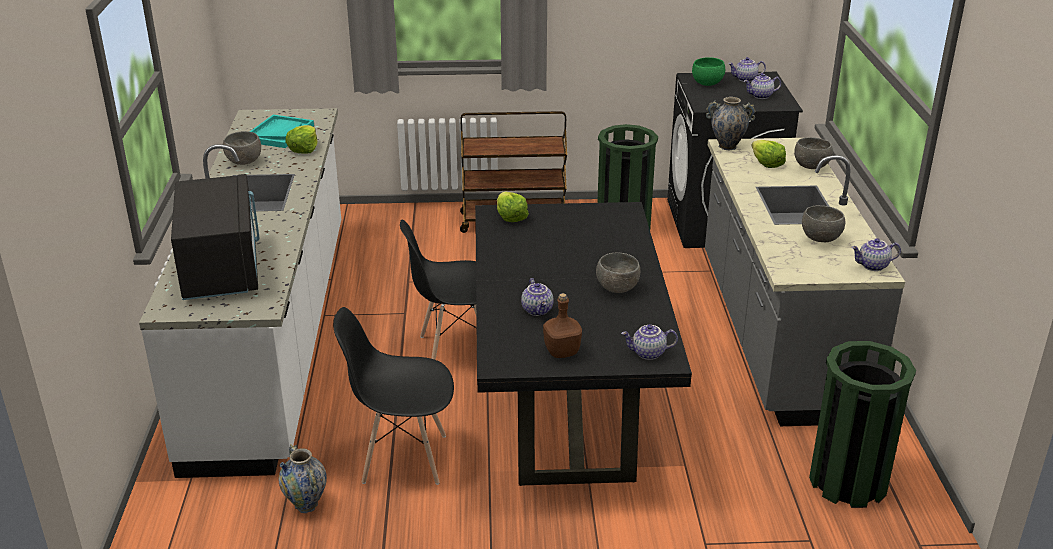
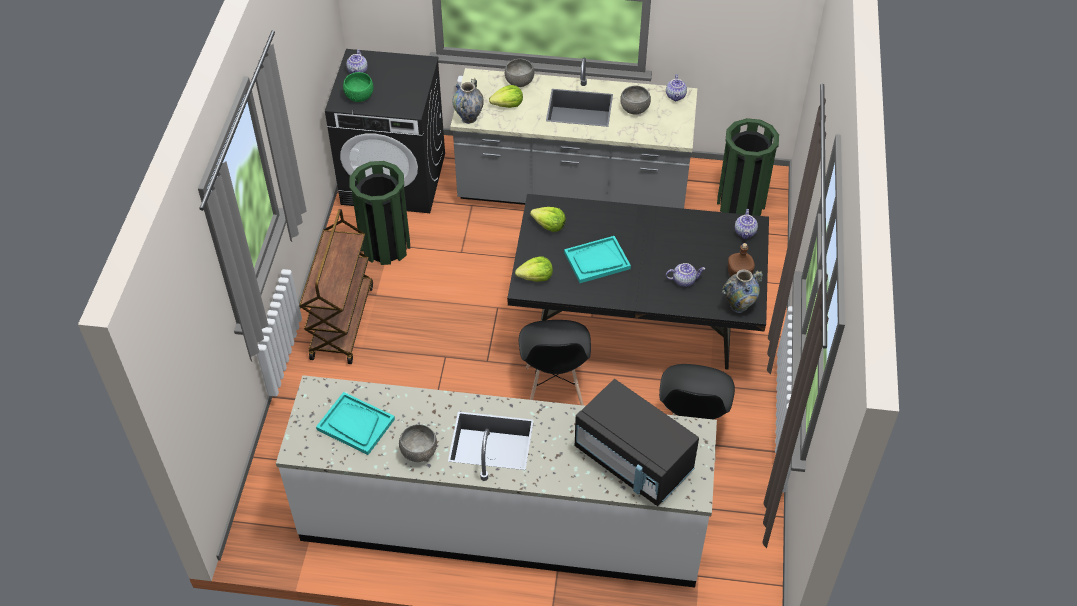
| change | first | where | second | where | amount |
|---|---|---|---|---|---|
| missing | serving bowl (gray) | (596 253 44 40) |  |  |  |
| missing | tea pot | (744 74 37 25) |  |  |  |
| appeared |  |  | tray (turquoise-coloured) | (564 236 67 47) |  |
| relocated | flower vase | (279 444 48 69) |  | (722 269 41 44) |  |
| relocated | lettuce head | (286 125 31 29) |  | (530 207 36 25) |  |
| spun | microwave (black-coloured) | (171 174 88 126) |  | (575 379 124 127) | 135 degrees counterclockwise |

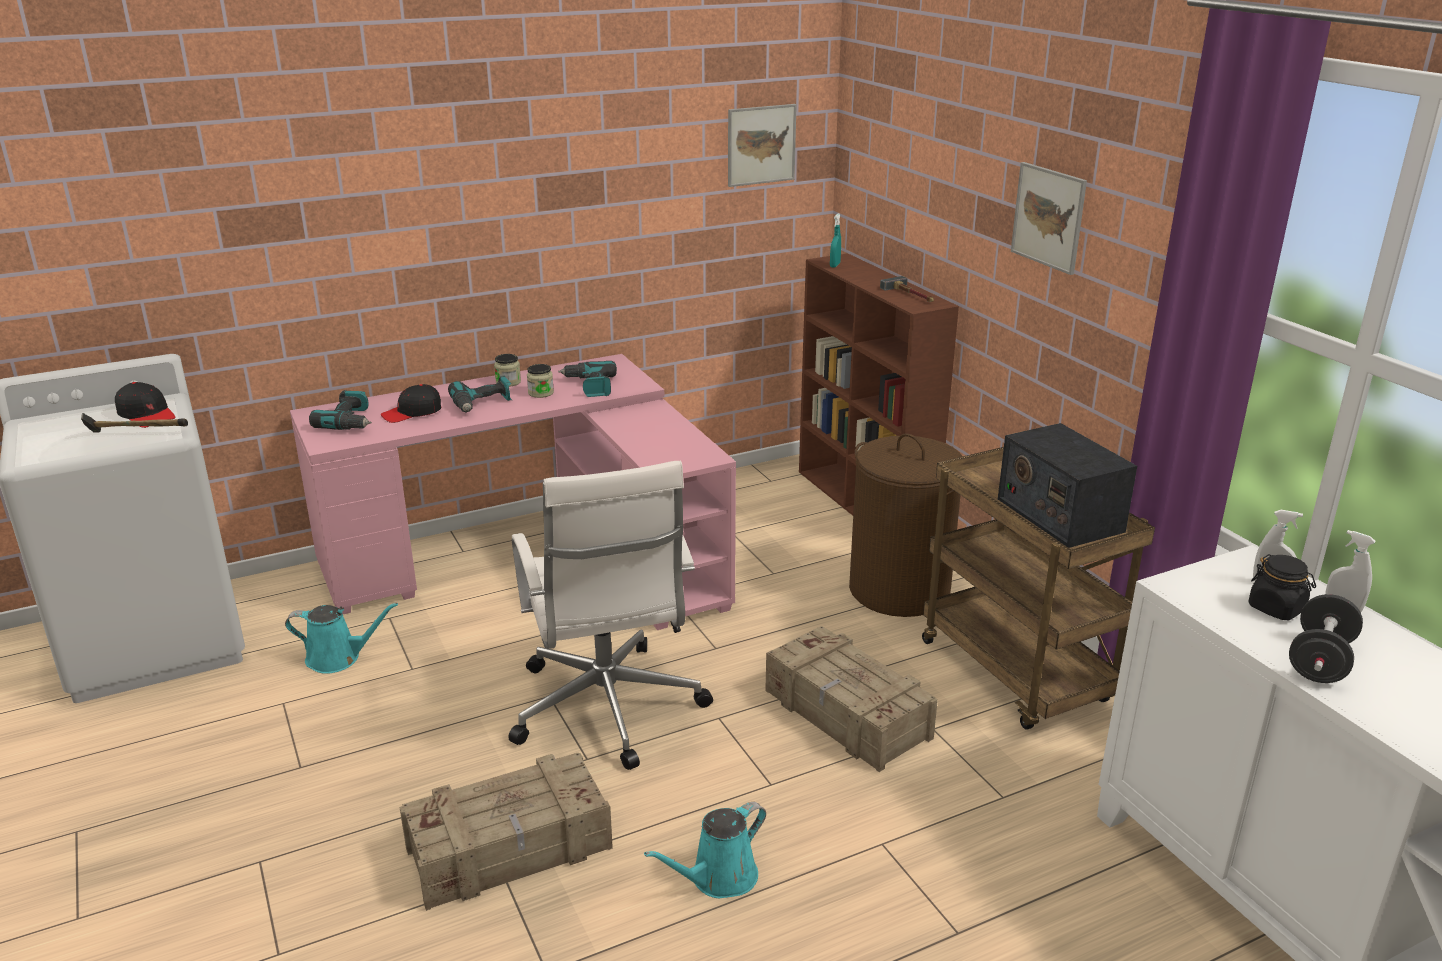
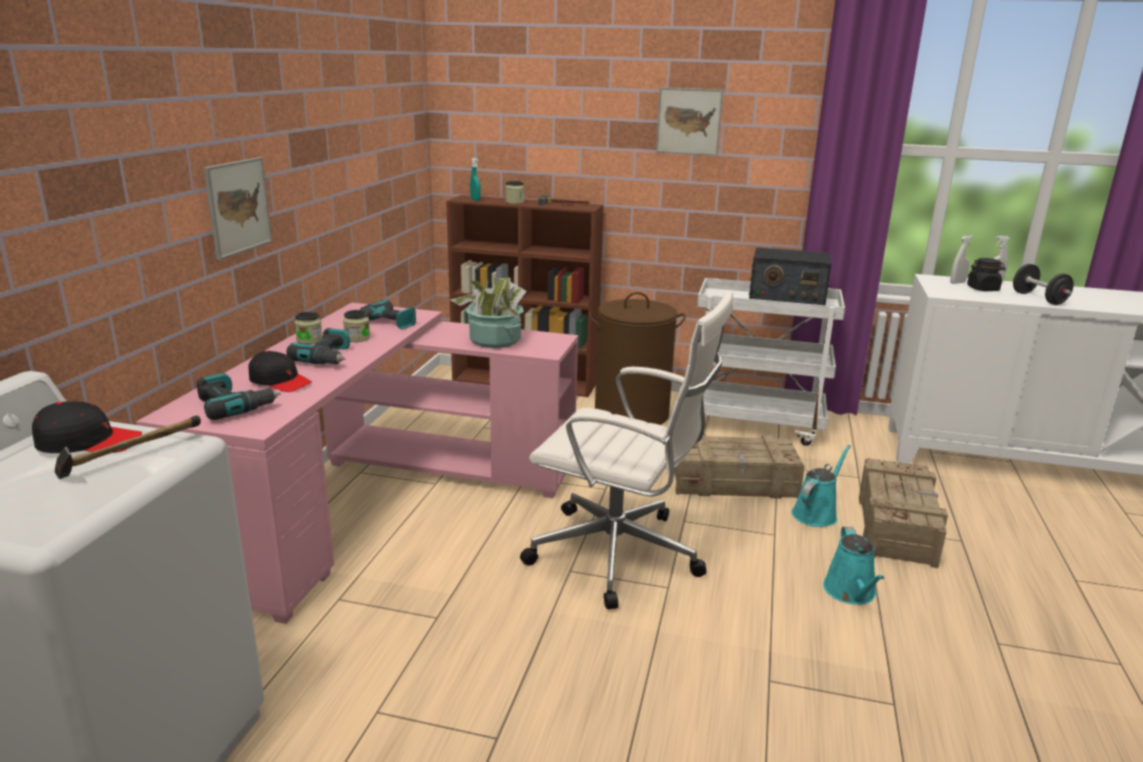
| change | first | where | second | where | amount |
|---|---|---|---|---|---|
| appeared |  |  | houseplant | (450 276 77 72) |  |
| appeared |  |  | jar | (505 181 19 23) |  |
| relocated | watering can (turquoise-coloured) | (285 603 113 71) |  | (792 445 59 82) |  |
| relocated | packing crate | (399 753 214 158) |  | (859 458 89 110) |  |
| relocated | wall art | (728 104 69 83) |  | (204 157 68 103) |  |
| colour | wheeled cart (brown-coloured) | (922 447 233 283) | wheeled cart (white) | (697 278 148 168) |  |
| spun | cap (black-coloured) | (381 384 60 39) |  | (248 350 64 42) | 75 degrees counterclockwise |

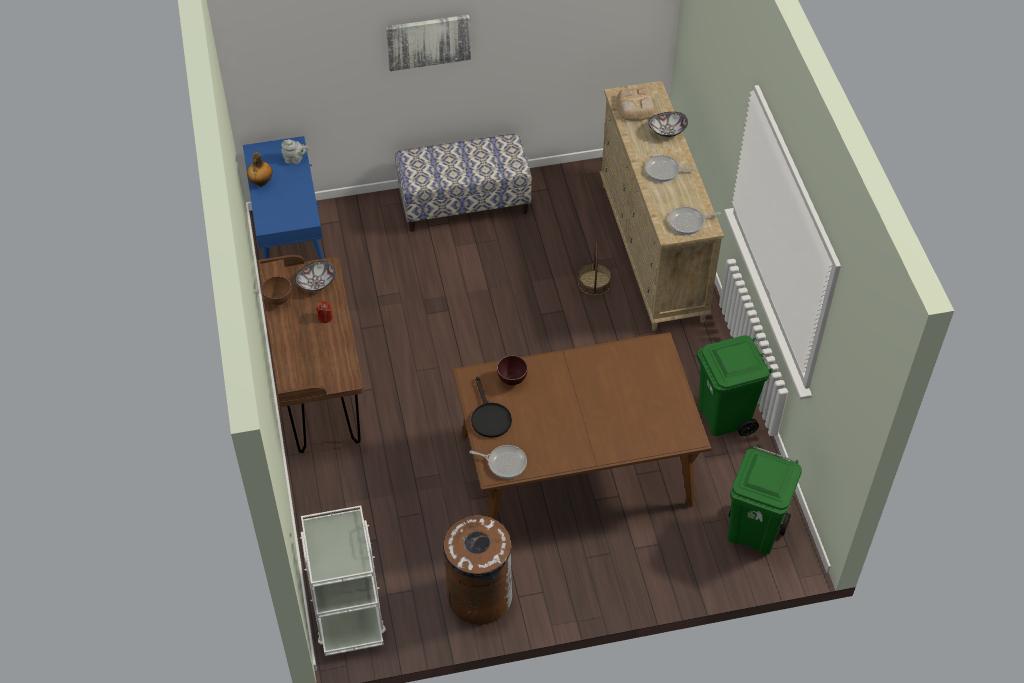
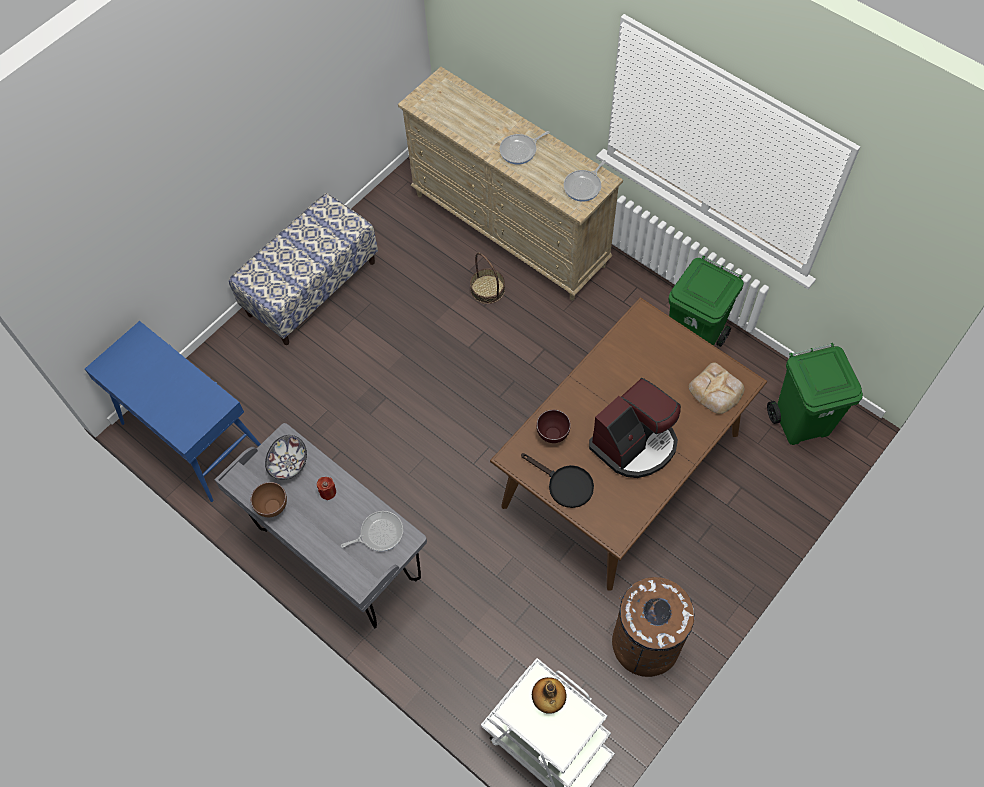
| change | first | where | second | where | amount |
|---|---|---|---|---|---|
| missing | tea pot (gray) | (281 139 28 25) |  |  |  |
| missing | wall art | (386 15 85 56) |  |  |  |
| missing | serving bowl | (648 112 40 25) |  |  |  |
| appeared |  |  | coffee machine | (589 378 92 100) |  |
| relocated | bottle | (247 153 25 34) |  | (532 677 34 37) |  |
| relocated | skillet | (469 445 58 34) |  | (341 511 62 40) |  |
| relocated | bakery bread | (616 88 40 33) |  | (689 362 55 52) |  |
| colour | desk (brown-coloured) | (258 255 106 198) | desk (gray) | (215 423 212 205) |  |

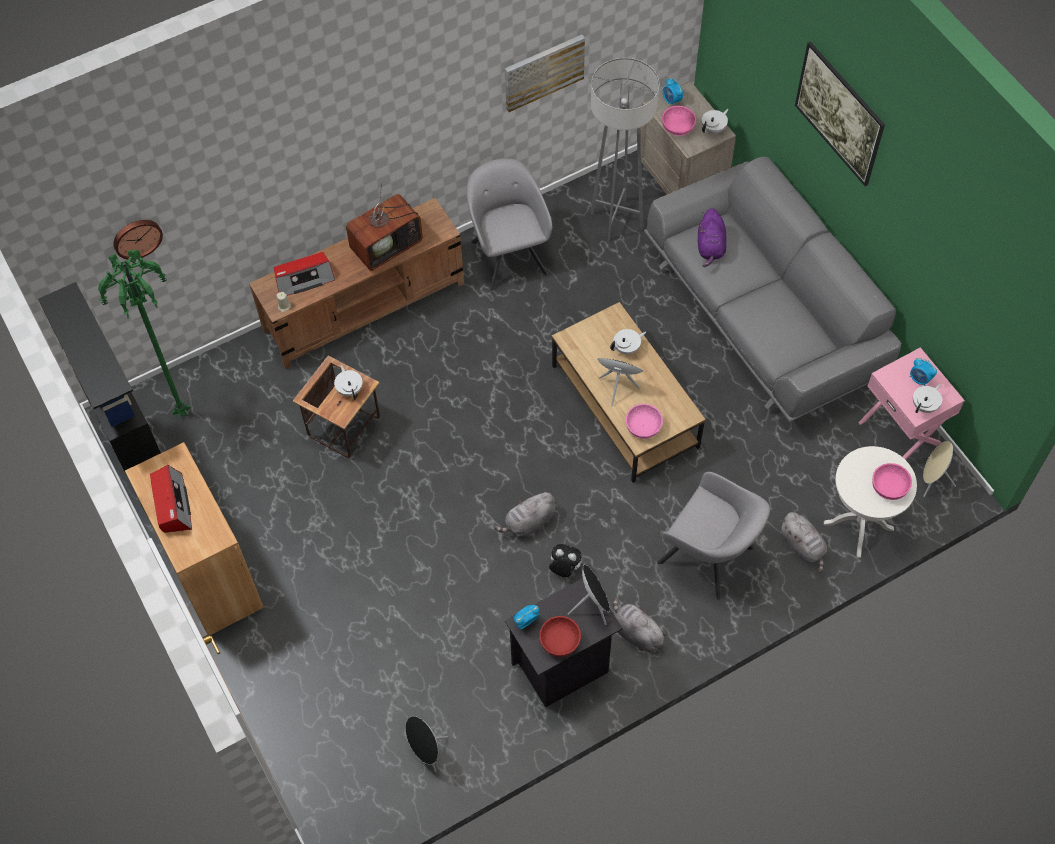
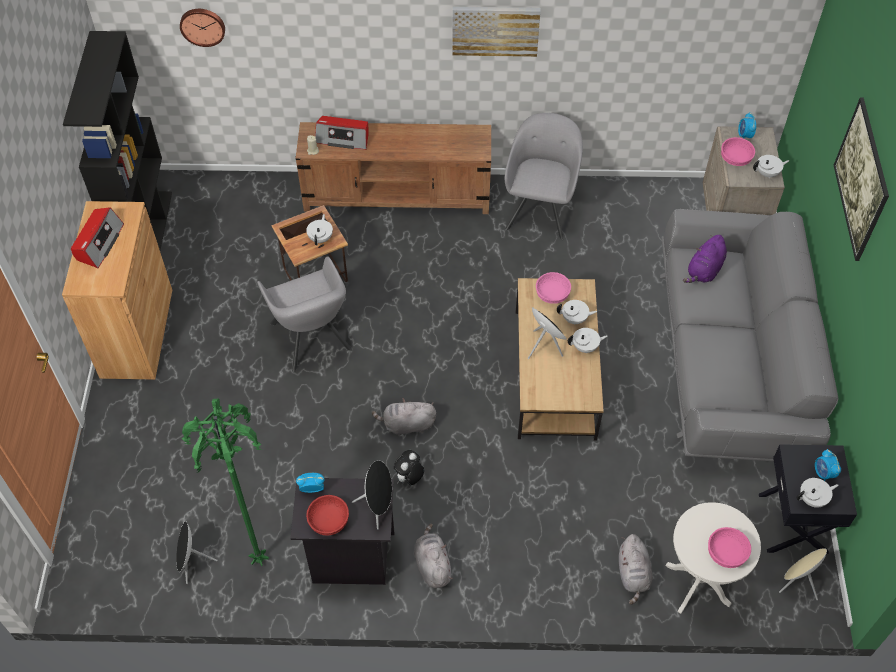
| change | first | where | second | where | amount |
|---|---|---|---|---|---|
| missing | television | (346 182 77 89) |  |  |  |
| missing | standing lamp (gray) | (590 58 69 183) |  |  |  |
| appeared |  |  | tea pot (white) | (568 328 40 25) |  |
| relocated | standing lamp (greenish) | (98 250 92 169) |  | (182 398 87 168) |  |
| relocated | wall art | (505 35 80 77) |  | (452 7 89 50) |  |
| relocated | serving bowl (pink) | (626 404 37 35) |  | (536 272 35 32) |  |
| relocated | easy chair (gray) | (657 472 113 128) |  | (257 257 95 115) |  |
| colour | accent table (pink) | (858 347 107 113) | accent table (black-coloured) | (759 444 98 110) |  |
| spun | soft toy | (548 544 34 33) |  | (394 450 30 35) | 105 degrees counterclockwise |

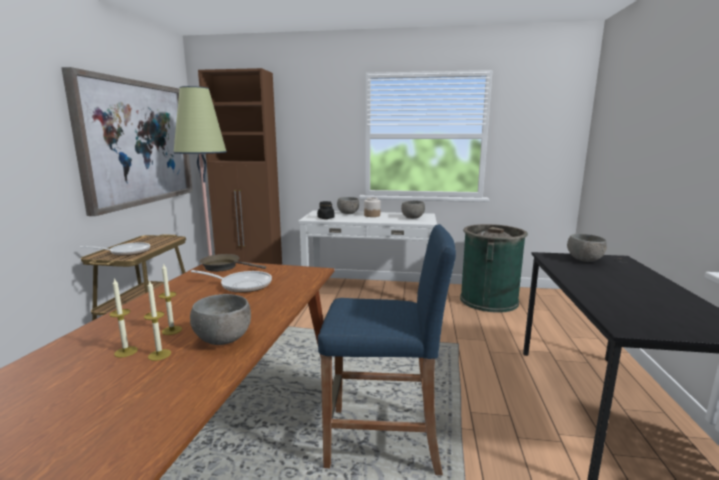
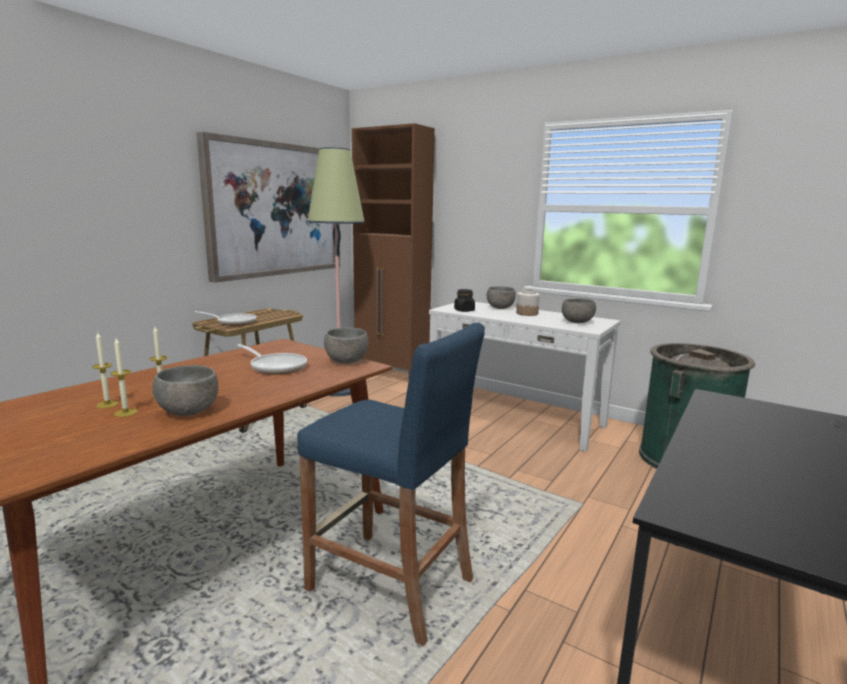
| change | first | where | second | where | amount |
|---|---|---|---|---|---|
| missing | skillet (brown-coloured) | (199 254 67 18) |  |  |  |
| relocated | serving bowl (gray) | (567 234 40 28) |  | (324 327 45 37) |  |

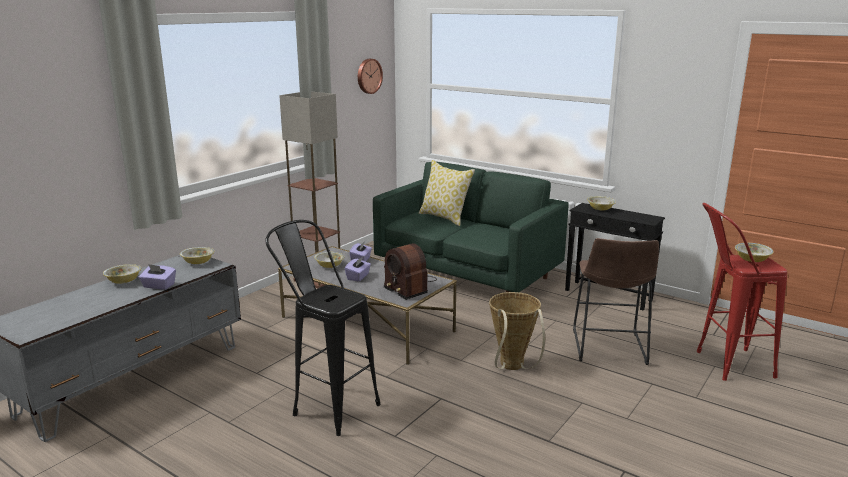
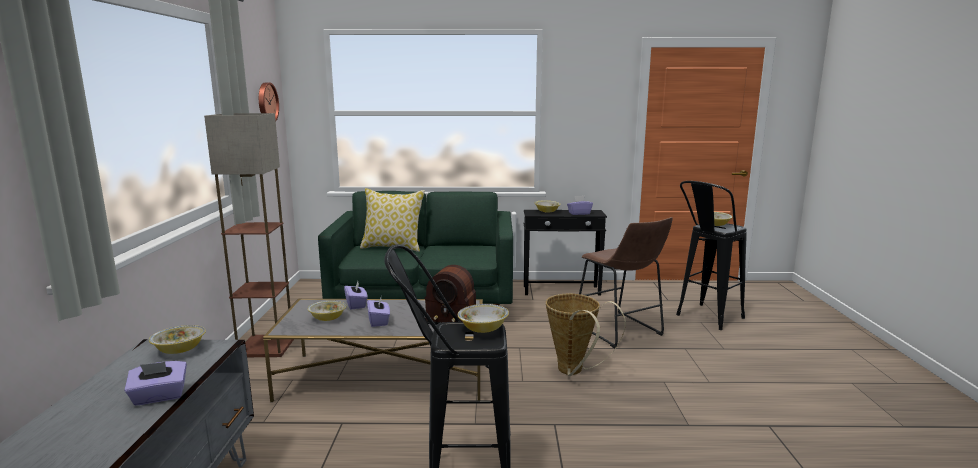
| change | first | where | second | where | amount |
|---|---|---|---|---|---|
| appeared |  |  | tissue holder (purple-coloured) | (567 196 26 19) |  |
| relocated | serving bowl | (103 264 38 20) |  | (458 304 51 29) |  |
| colour | stool (reddish) | (697 203 90 178) | stool (black-coloured) | (676 181 71 149) |  |

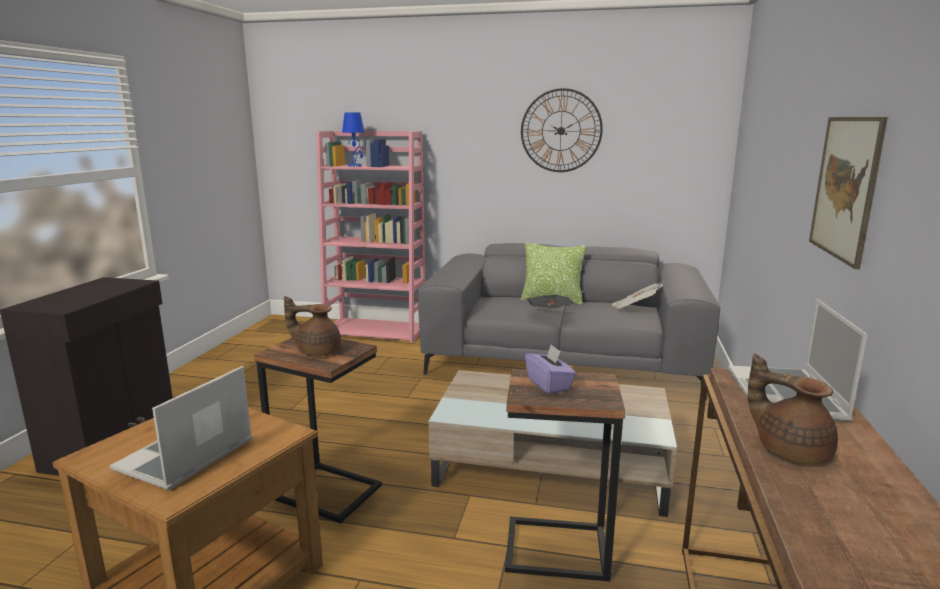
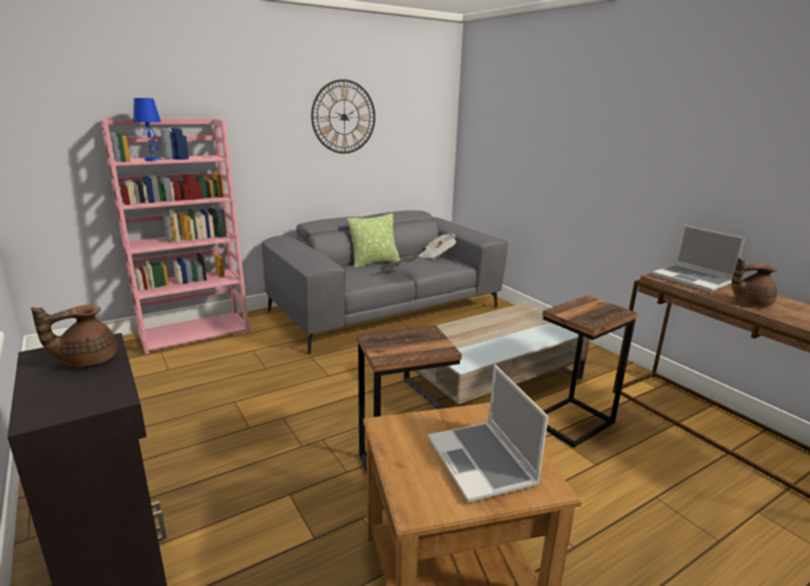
| change | first | where | second | where | amount |
|---|---|---|---|---|---|
| missing | tissue holder (purple-coloured) | (525 345 51 49) |  |  |  |
| missing | wall art | (809 117 79 152) |  |  |  |
| relocated | tea pot (brown-coloured) | (284 296 57 60) |  | (31 305 86 62) |  |

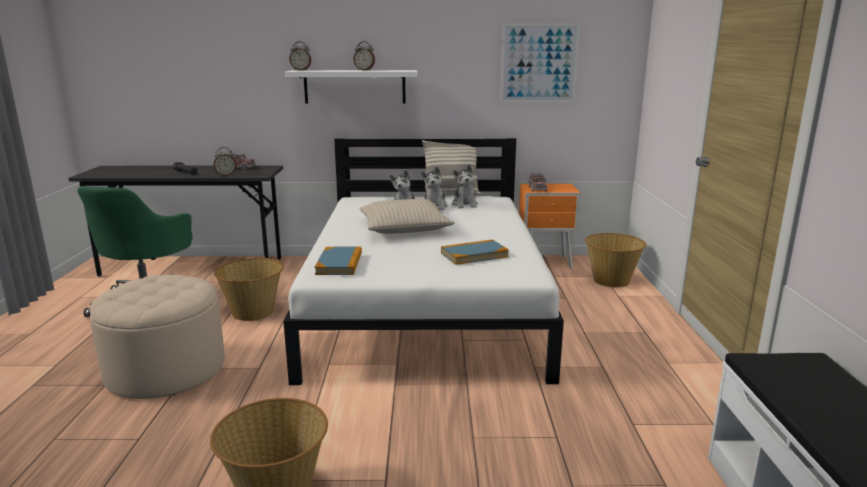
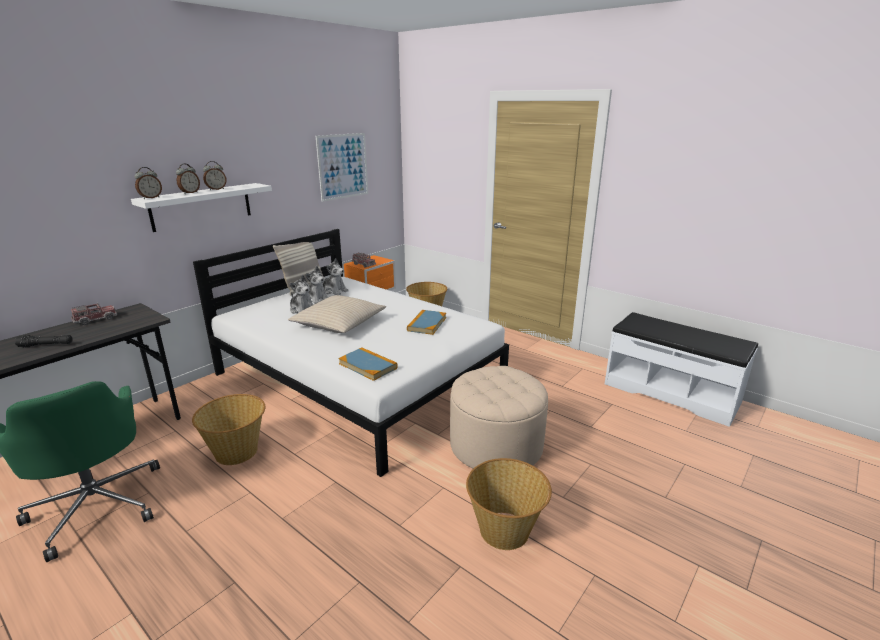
| change | first | where | second | where | amount |
|---|---|---|---|---|---|
| relocated | ottoman (beige) | (90 275 135 124) |  | (450 366 98 103) |  |
| relocated | alarm clock | (214 147 23 29) |  | (176 164 24 30) |  |

